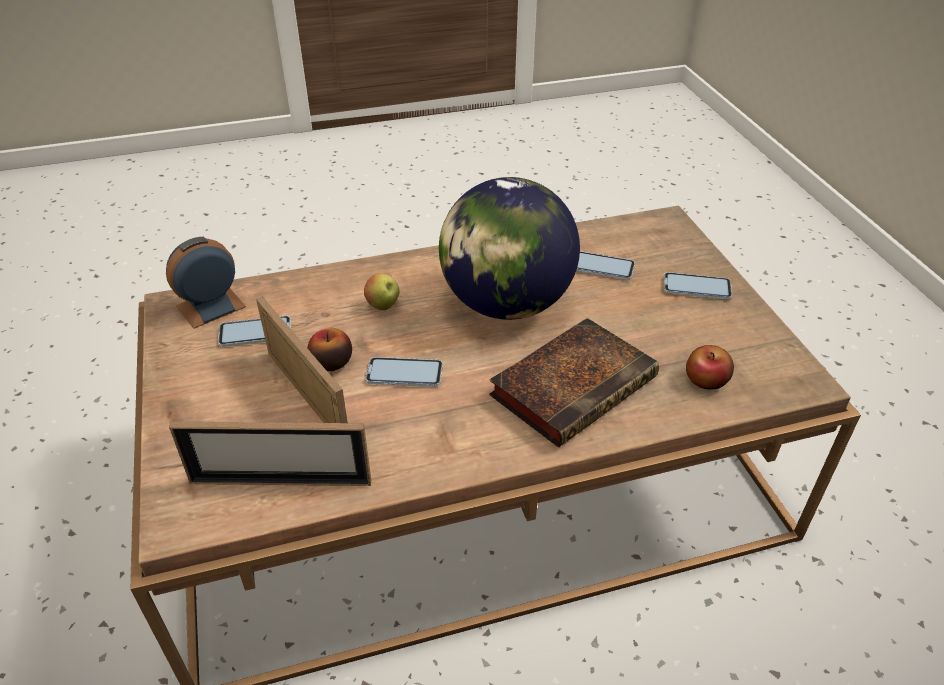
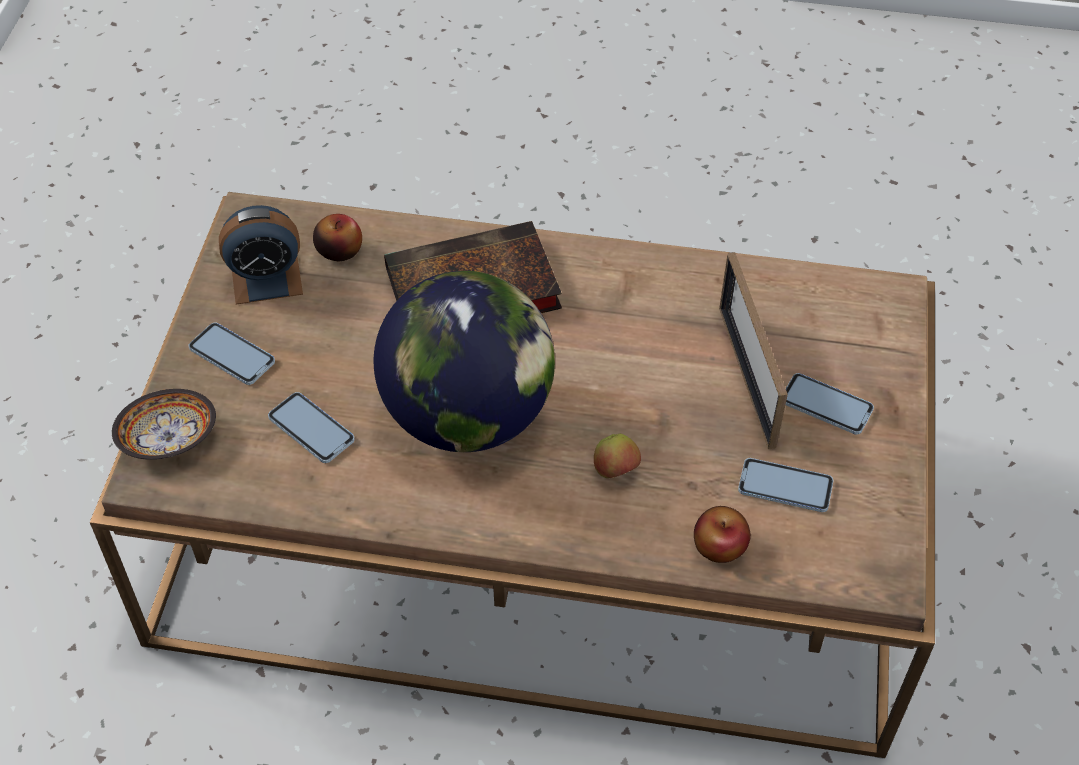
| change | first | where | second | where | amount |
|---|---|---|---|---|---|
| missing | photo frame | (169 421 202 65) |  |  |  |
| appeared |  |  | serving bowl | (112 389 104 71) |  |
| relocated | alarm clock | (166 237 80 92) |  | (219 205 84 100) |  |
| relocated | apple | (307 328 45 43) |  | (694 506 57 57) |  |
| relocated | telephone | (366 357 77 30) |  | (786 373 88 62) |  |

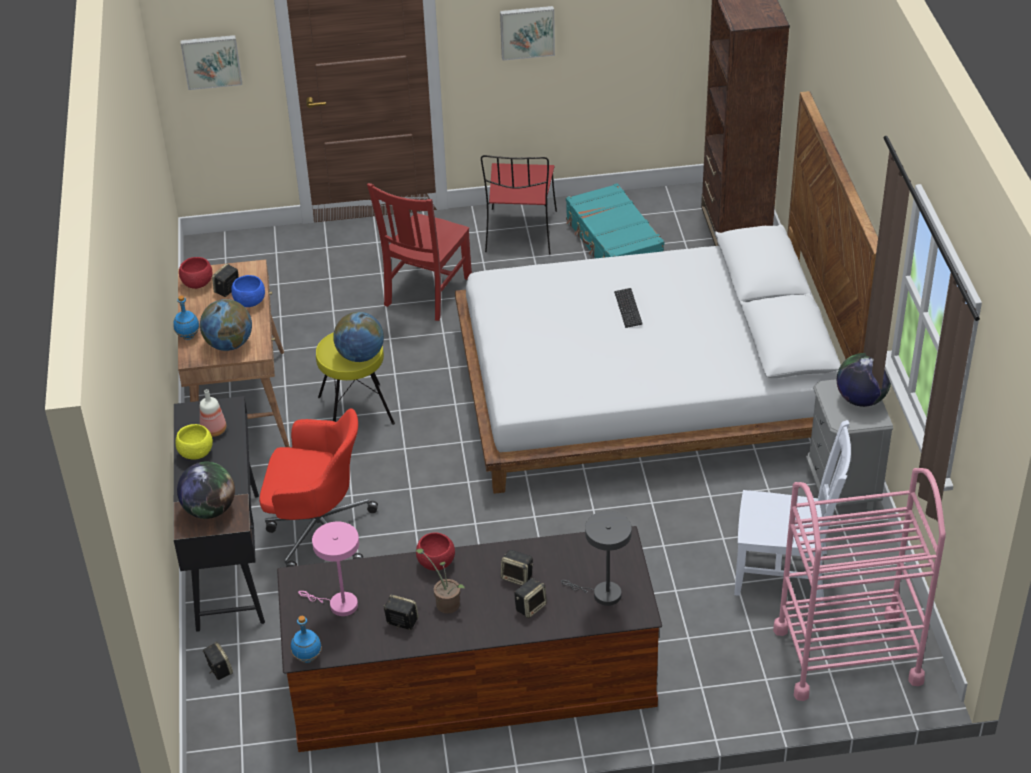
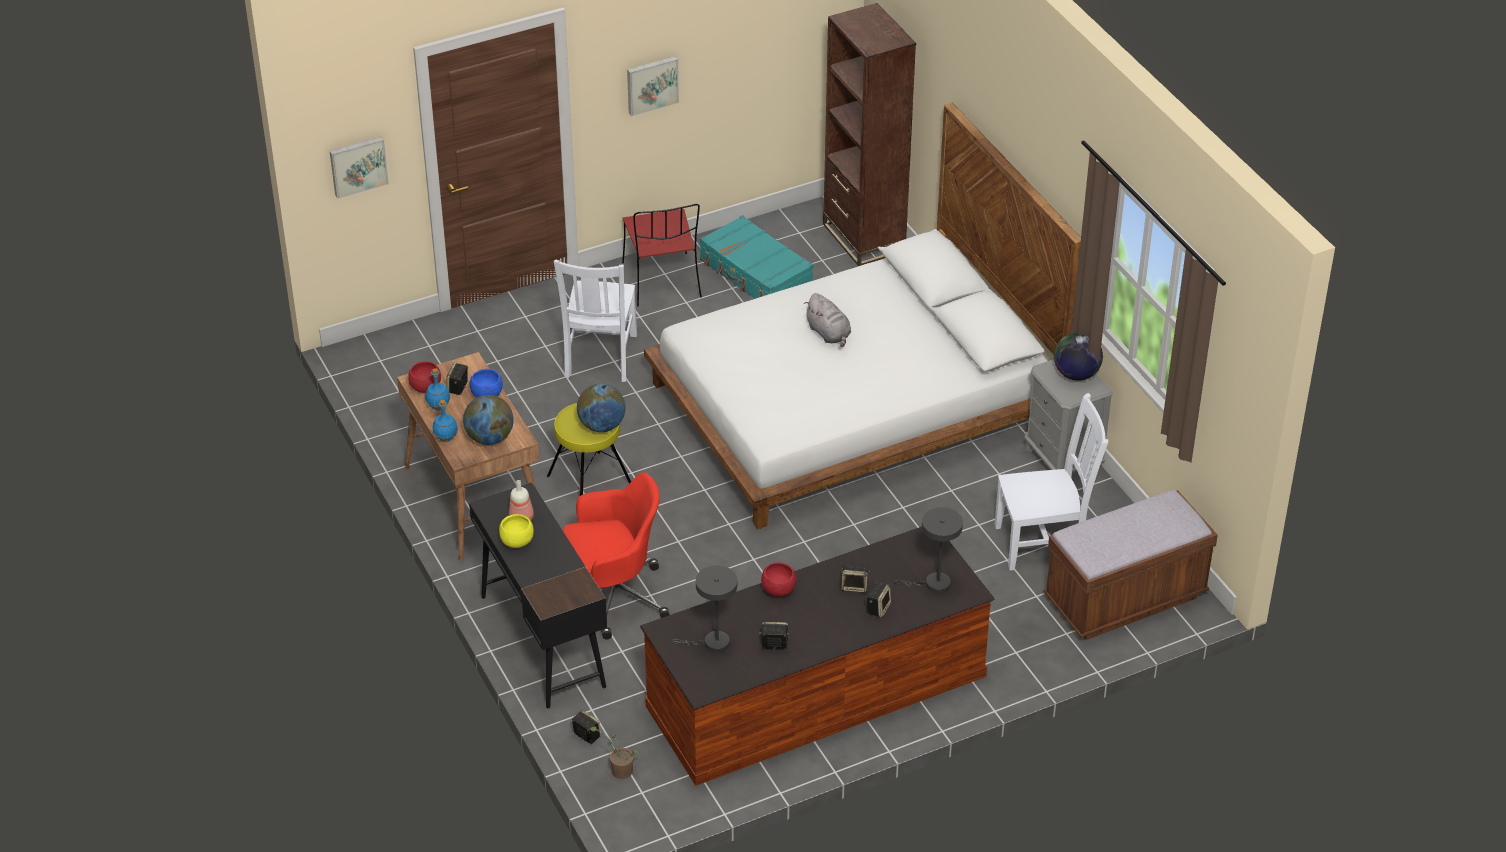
| change | first | where | second | where | amount |
|---|---|---|---|---|---|
| missing | globe | (177 462 58 57) |  |  |  |
| relocated | bottle (blue) | (291 616 31 47) |  | (425 368 25 43) |  |
| relocated | houseplant | (416 548 50 65) |  | (590 726 50 53) |  |
| exchanged | keyboard | (614 288 29 40) | soft toy (gray) | (804 293 47 54) |  |
| exchanged | wheeled cart (pink) | (773 468 173 233) | long seat (brown-coloured) | (1043 490 175 150) |  |
| colour | lamp for a table (pink) | (298 522 61 94) | lamp for a table (gray) | (672 566 65 86) |  |
| colour | plain chair (reddish) | (367 183 105 138) | plain chair (white) | (554 260 83 122) |  |

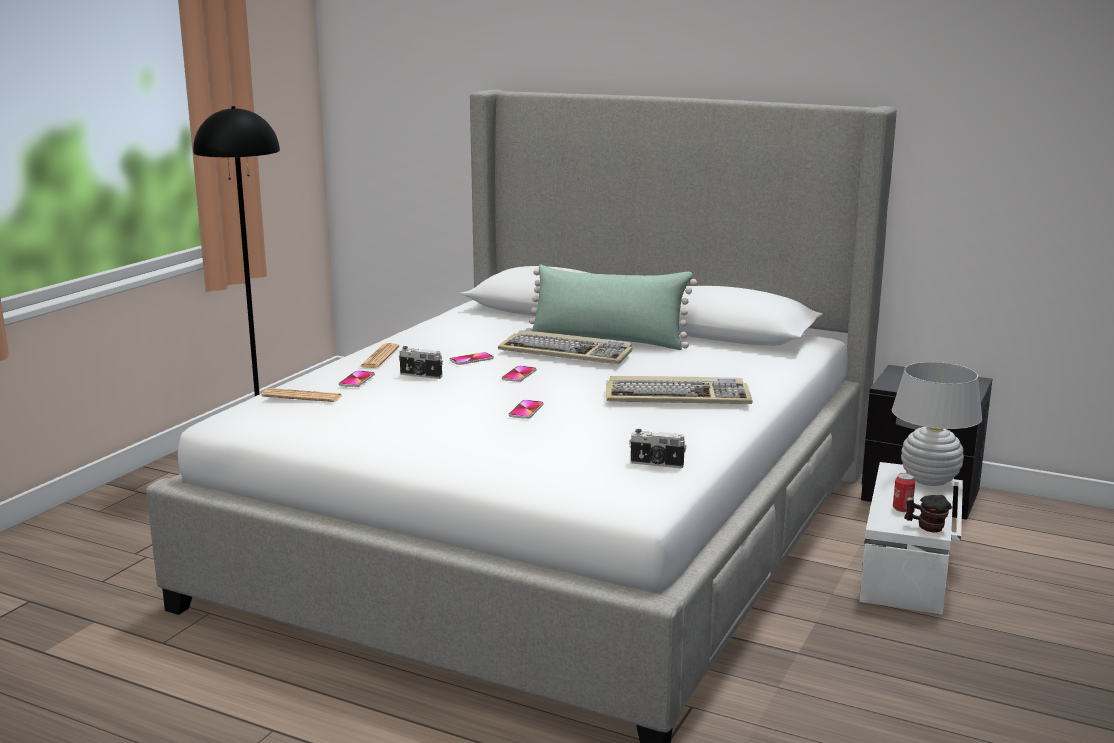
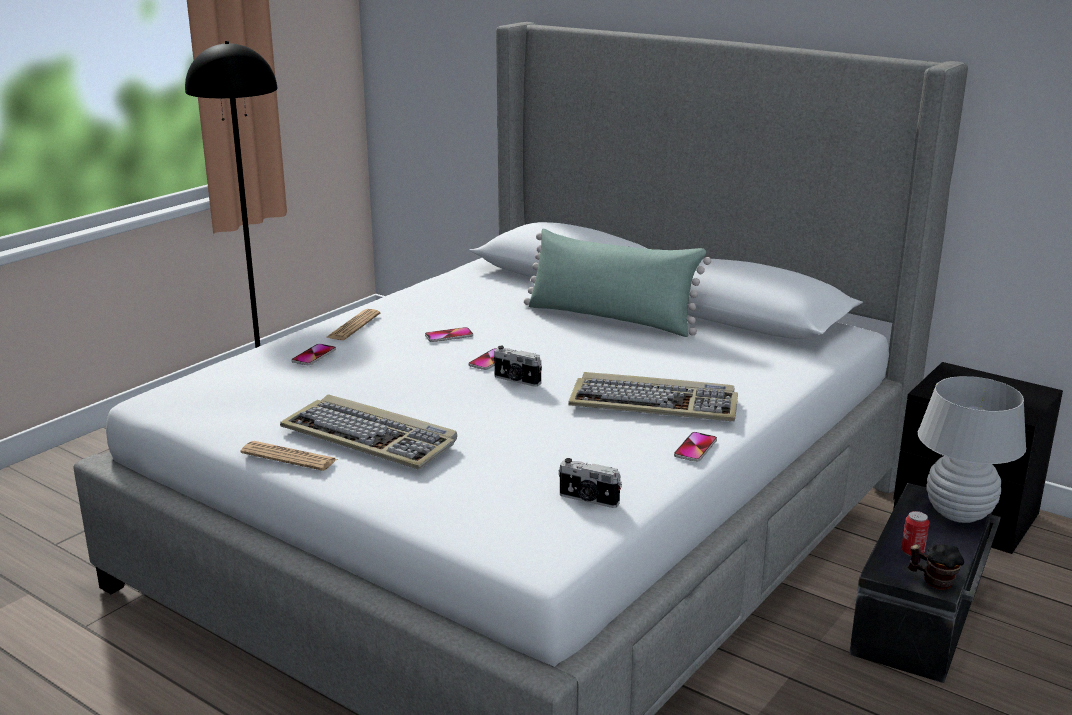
| change | first | where | second | where | amount |
|---|---|---|---|---|---|
| relocated | daily paper | (262 388 81 14) |  | (240 441 98 30) |  |
| relocated | still camera | (399 346 44 33) |  | (494 346 48 41) |  |
| relocated | keyboard | (498 330 134 34) |  | (280 395 177 75) |  |
| relocated | telephone | (509 400 35 19) |  | (674 432 43 30) |  |
| colour | storage box (white) | (860 462 103 153) | storage box (black-coloured) | (849 483 152 200) |  |

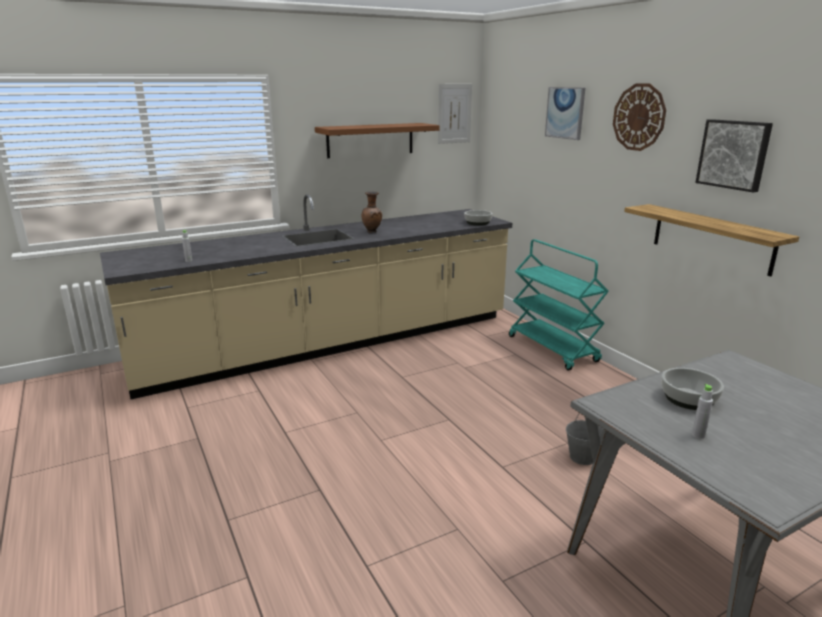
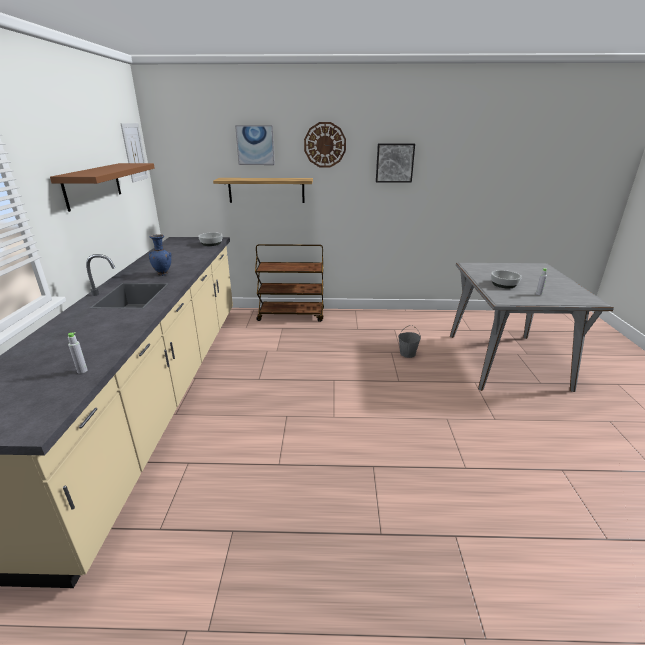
| change | first | where | second | where | amount |
|---|---|---|---|---|---|
| relocated | bracket shelf | (624 204 175 73) |  | (213 178 100 25) |  |
| colour | flower vase (brown-coloured) | (361 191 21 42) | flower vase (blue) | (149 234 22 42) |  |
| colour | wheeled cart (turquoise-coloured) | (509 239 100 131) | wheeled cart (brown-coloured) | (255 244 69 78) |  |

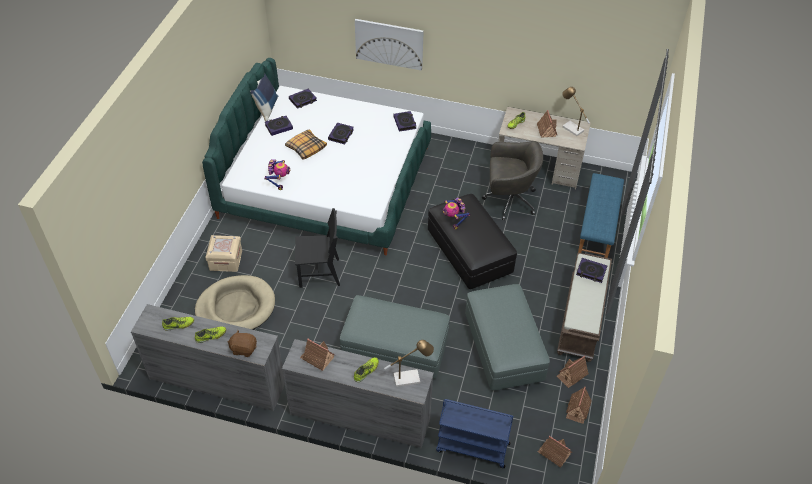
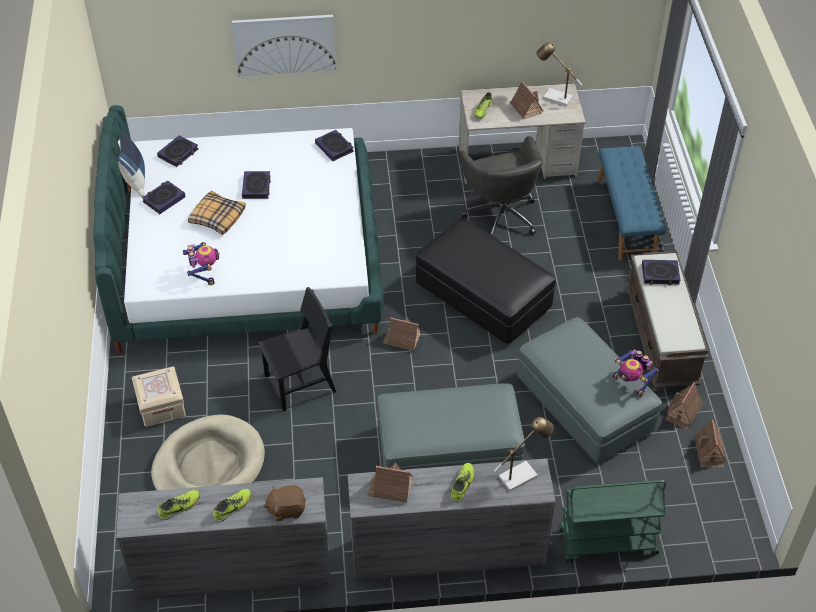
| change | first | where | second | where | amount |
|---|---|---|---|---|---|
| relocated | robot figure | (442 198 28 32) |  | (612 349 47 48) |  |
| relocated | model house | (538 436 34 32) |  | (383 318 39 33) |  |
| colour | wheeled cart (blue) | (436 399 77 69) | wheeled cart (greenish) | (559 480 107 82) |  |
| spun | office chair (gray) | (482 141 61 79) |  | (459 136 84 99) | 90 degrees clockwise |

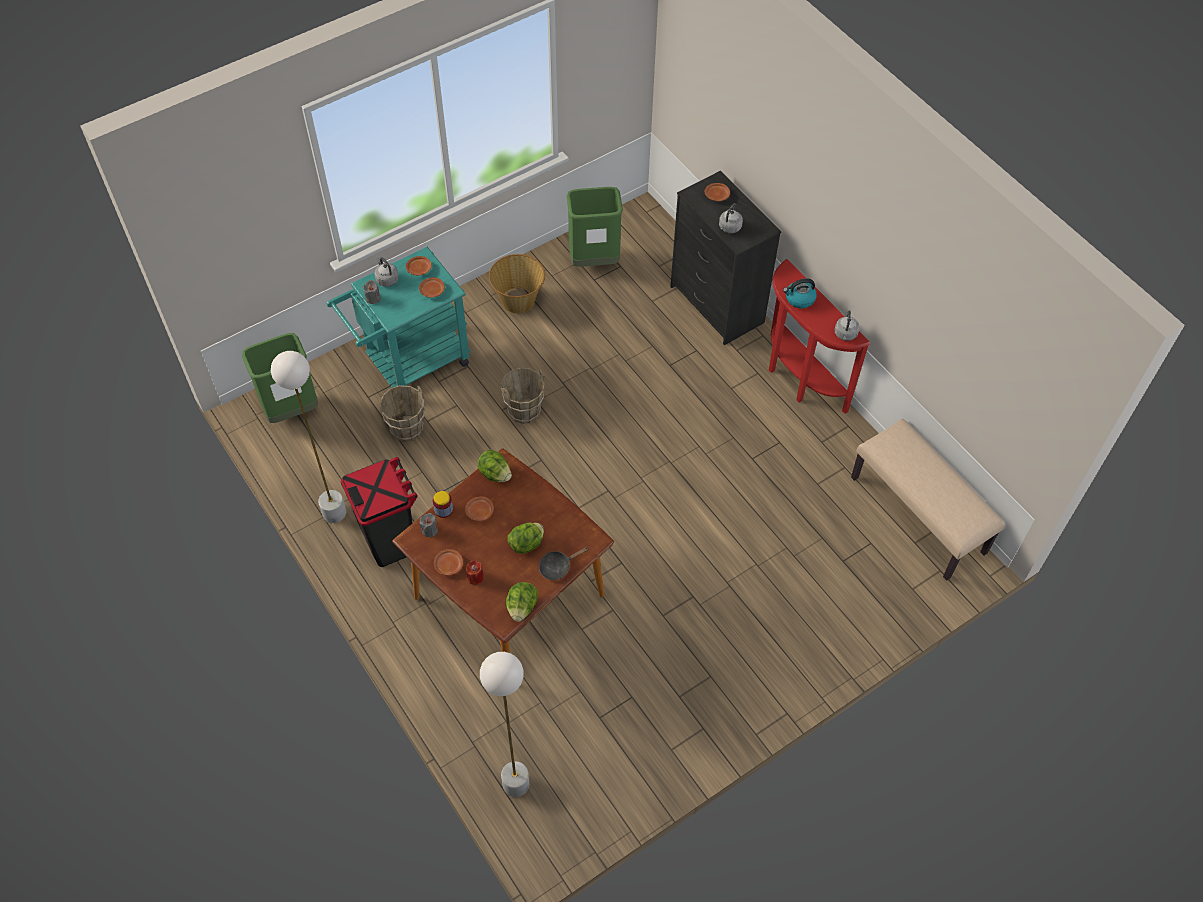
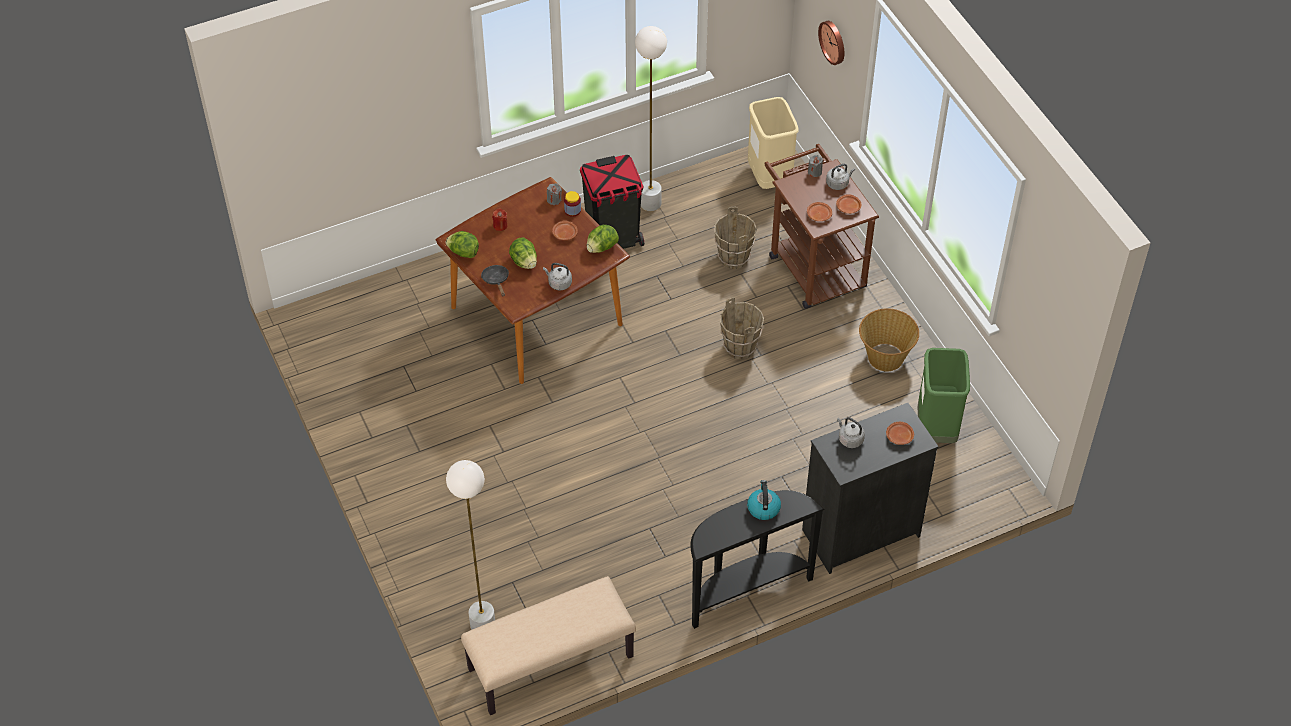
| change | first | where | second | where | amount |
|---|---|---|---|---|---|
| missing | dinner plate (brown-coloured) | (434 549 29 26) |  |  |  |
| appeared |  |  | wall clock | (818 21 26 44) |  |
| relocated | standing lamp (white) | (480 652 49 145) |  | (446 460 49 170) |  |
| relocated | tea kettle (gray) | (835 310 25 31) |  | (543 263 29 27) |  |
| colour | trash can (greenish) | (242 333 76 90) | trash can (beige) | (748 97 51 92) |  |
| colour | wheeled cart (turquoise-coloured) | (326 247 145 141) | wheeled cart (brown-coloured) | (765 144 114 165) |  |
| colour | narrow table (reddish) | (769 259 102 155) | narrow table (black-coloured) | (690 490 135 139) |  |

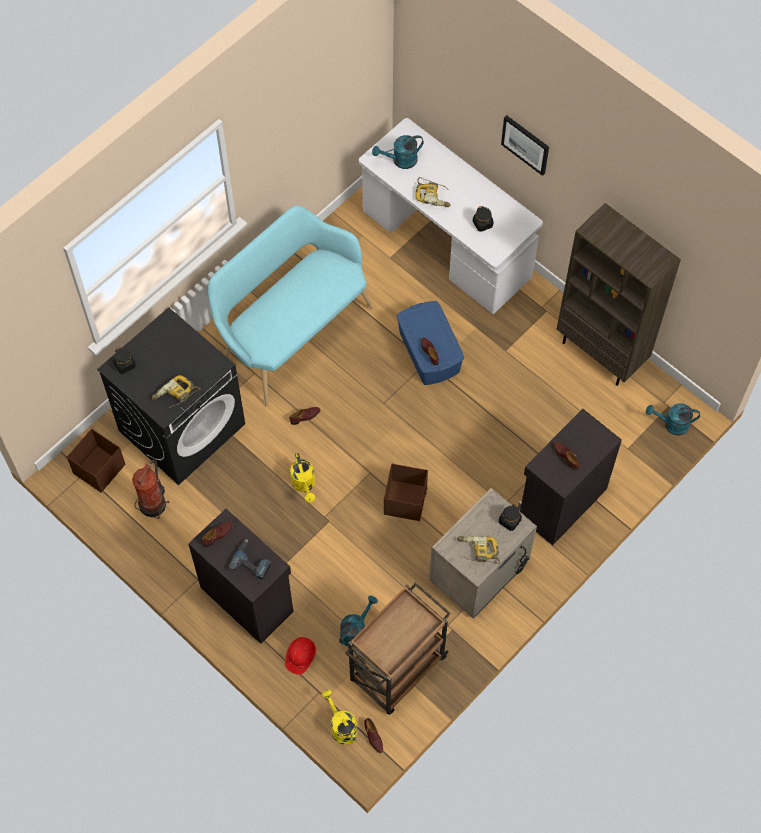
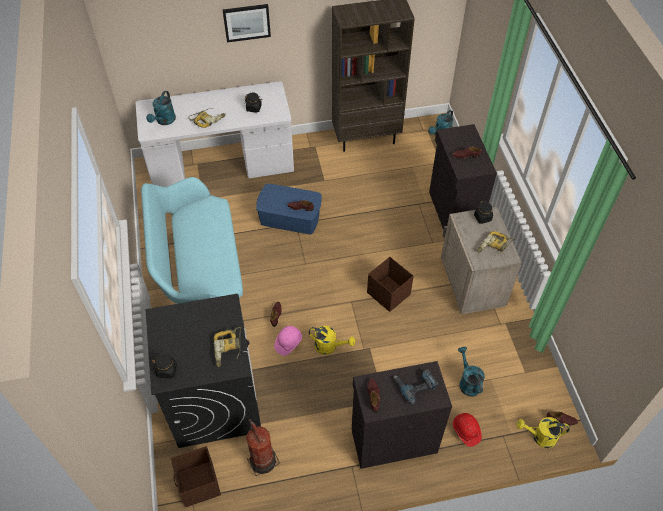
| change | first | where | second | where | amount |
|---|---|---|---|---|---|
| missing | wheeled cart (brown-coloured) | (345 582 106 133) |  |  |  |
| appeared |  |  | hard hat (pink) | (274 326 28 30) |  |

